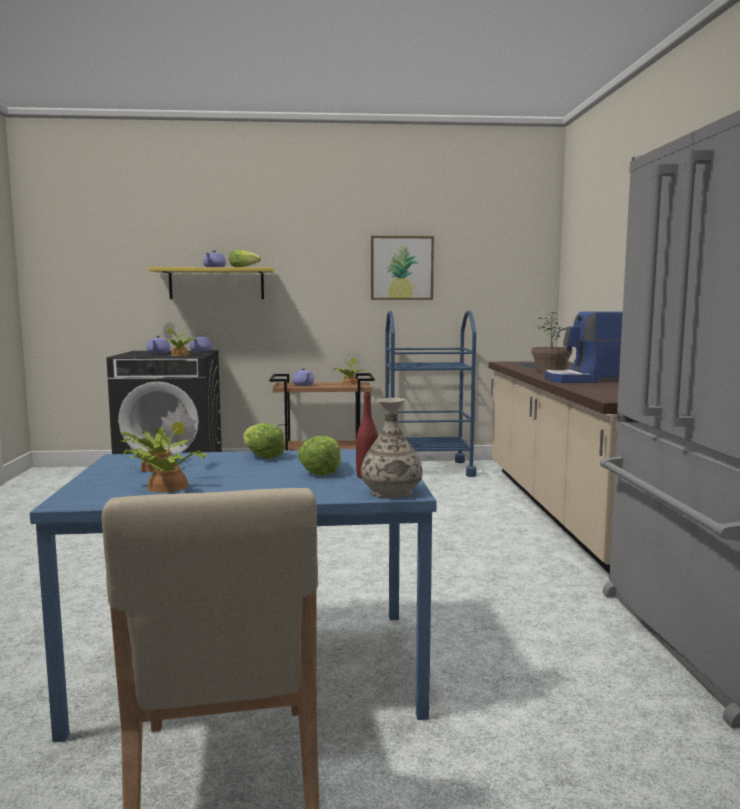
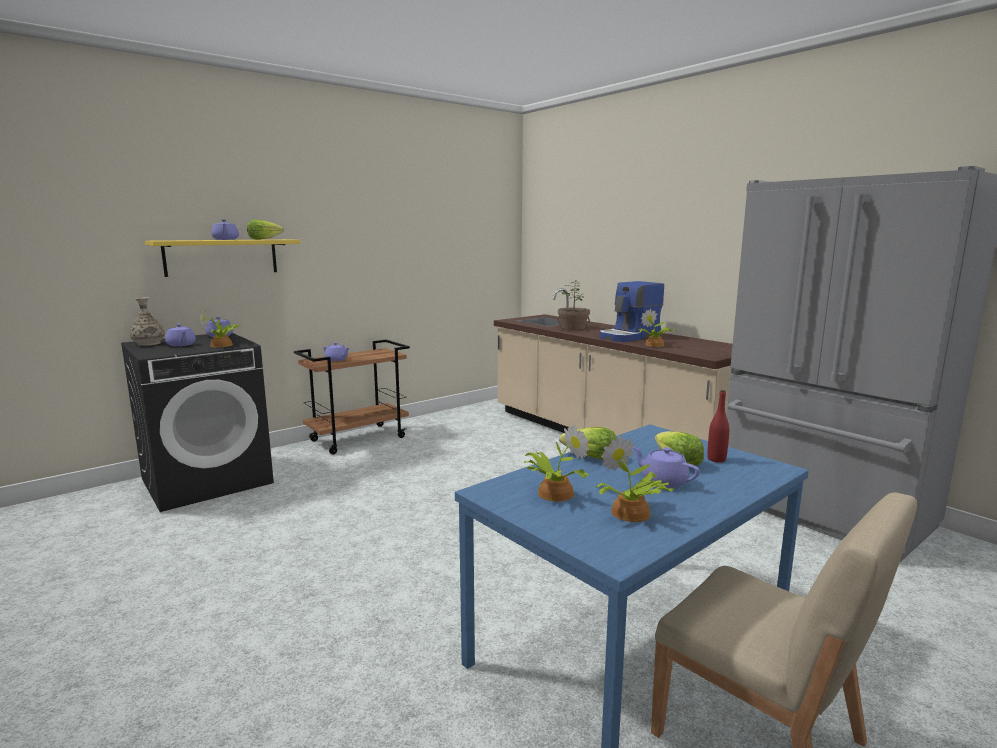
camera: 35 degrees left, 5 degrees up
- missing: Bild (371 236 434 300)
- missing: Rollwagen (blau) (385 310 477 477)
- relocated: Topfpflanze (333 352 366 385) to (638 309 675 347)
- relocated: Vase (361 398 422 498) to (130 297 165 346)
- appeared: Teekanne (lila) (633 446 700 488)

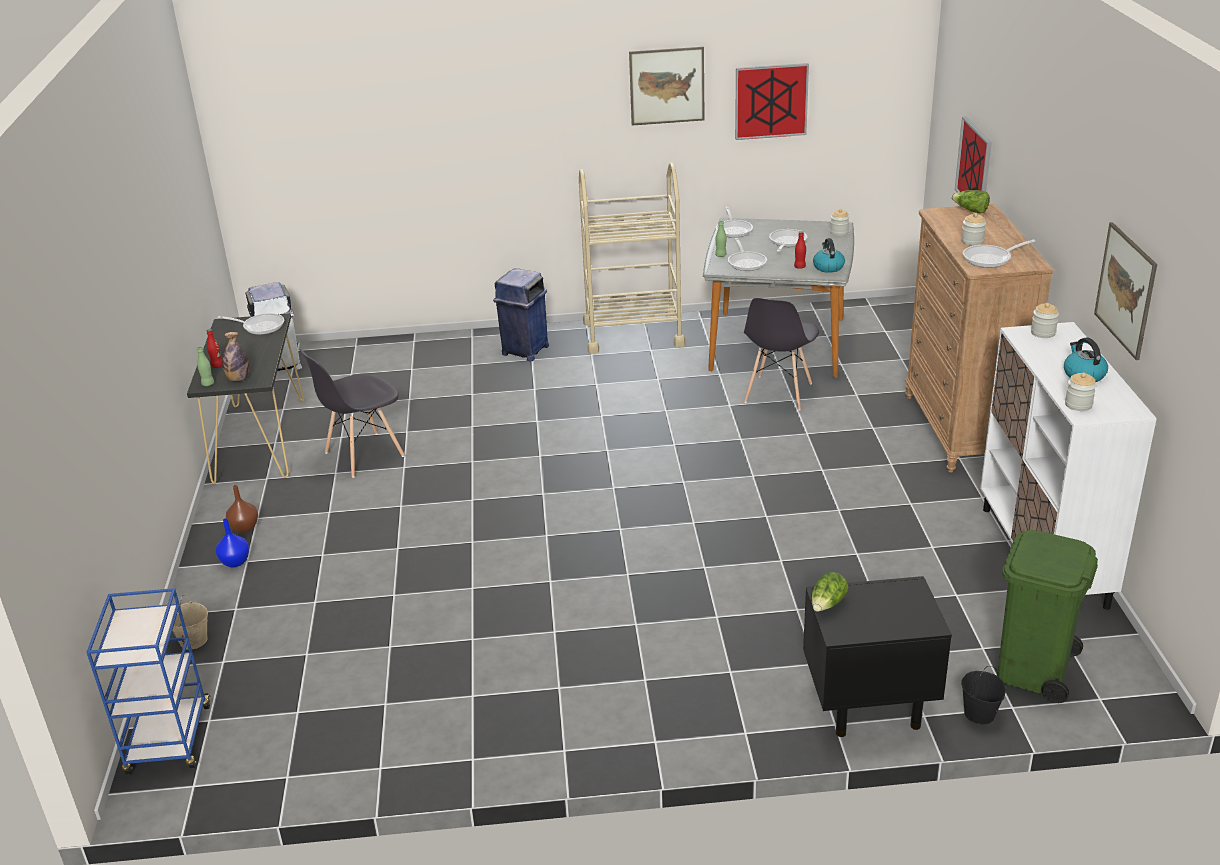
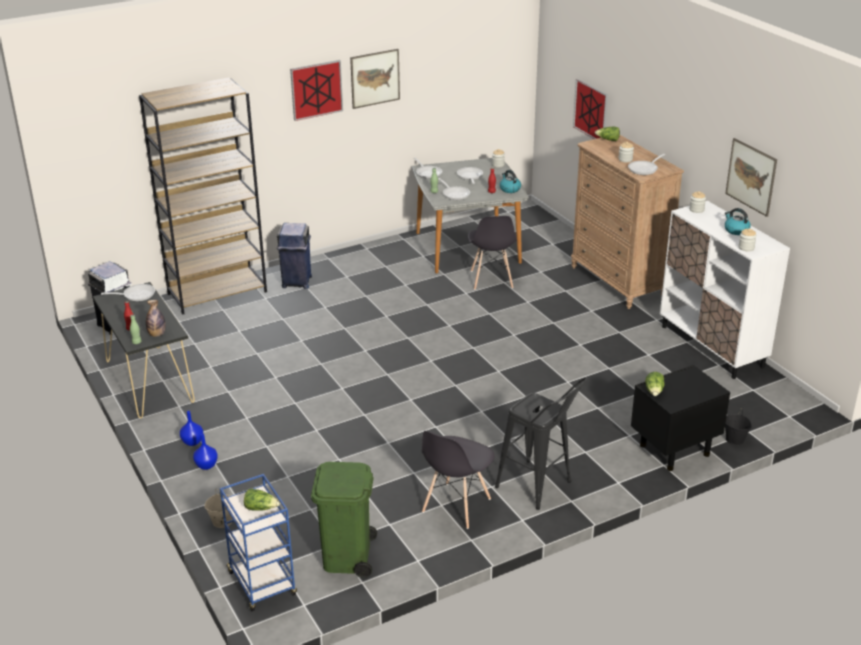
camera: 25 degrees left, 0 degrees up
- relocated: Bild (735 63 809 140) to (290 60 343 121)
- missing: Rollwagen (beige) (579 162 685 354)
- relocated: Stuhl (grau) (299 349 405 478) to (422 431 495 529)
- colour: Vase (braun) (226 485 258 533) to Vase (blau) (180 411 203 446)
- relocated: Mülleimer (grün) (997 530 1098 703) to (311 462 377 578)
- appeared: Bücherregal (braun) (139 78 267 315)
- appeared: Hocker (schwarz) (495 377 588 510)
- appeared: Salatkopf (244 488 280 511)

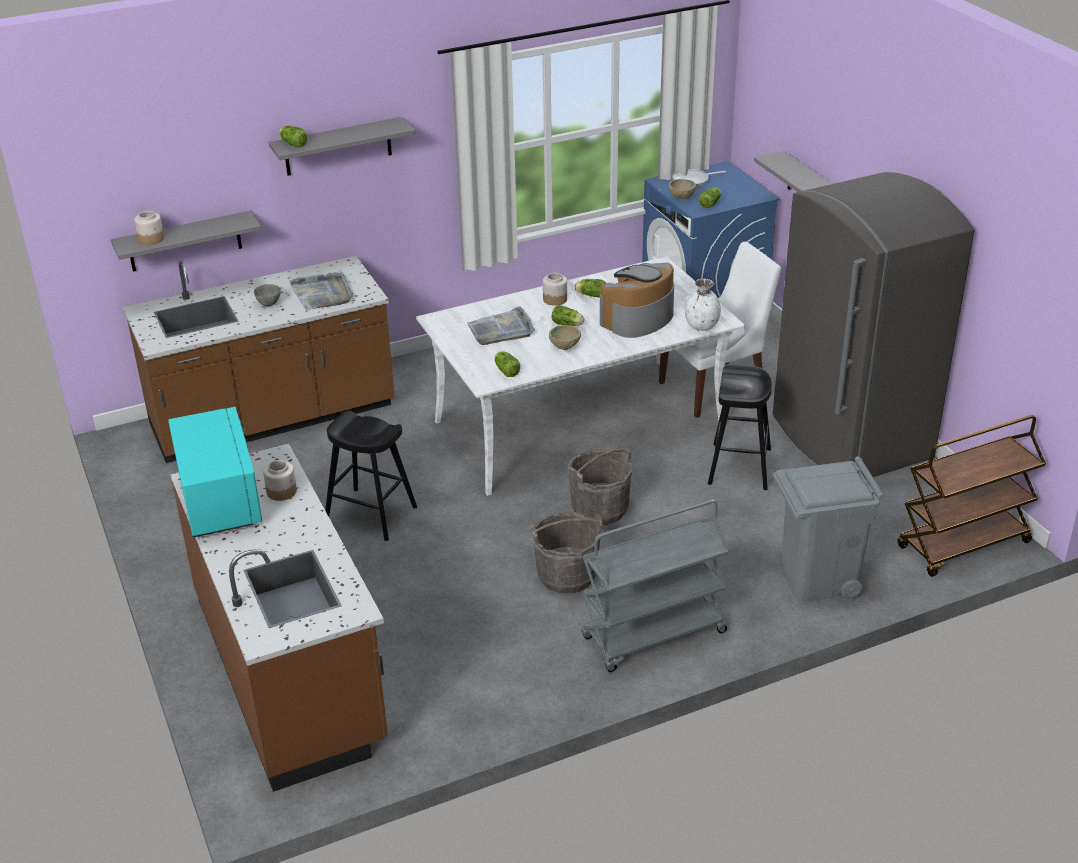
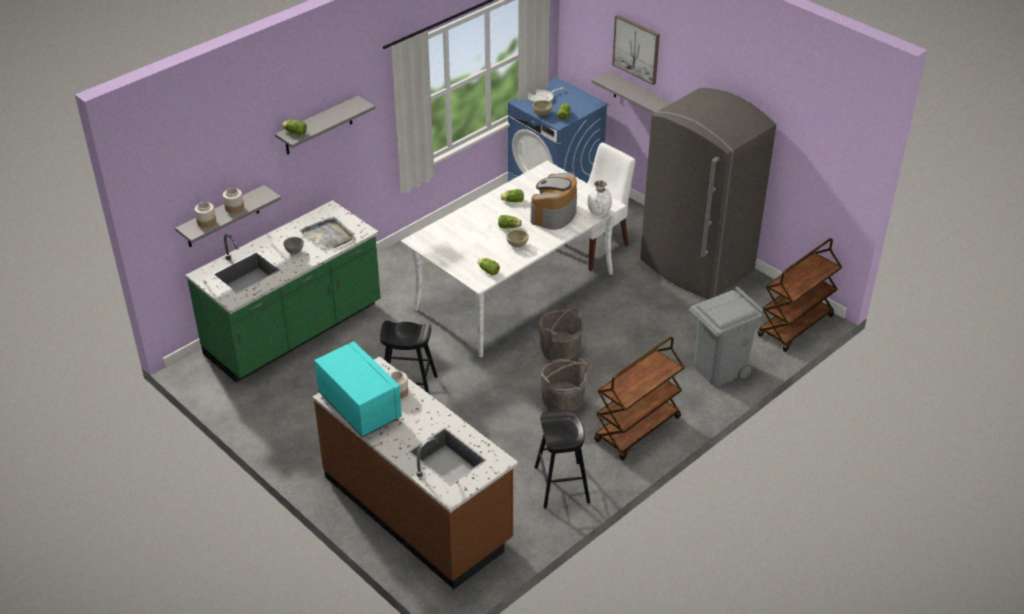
camera: 20 degrees left, 5 degrees up
- colour: Küchenzeile (braun) (123 256 395 463) to Küchenzeile (grün) (185 200 381 382)
- relocated: Vorratsglas (543 273 567 306) to (223 188 244 213)
- missing: Tablett (grau) (467 306 535 345)
- relocated: Hocker (schwarz) (708 364 772 490) to (534 410 590 509)
- colour: Rollwagen (grau) (581 499 729 672) to Rollwagen (braun) (594 337 685 460)
- appeared: Bild (612 15 660 85)

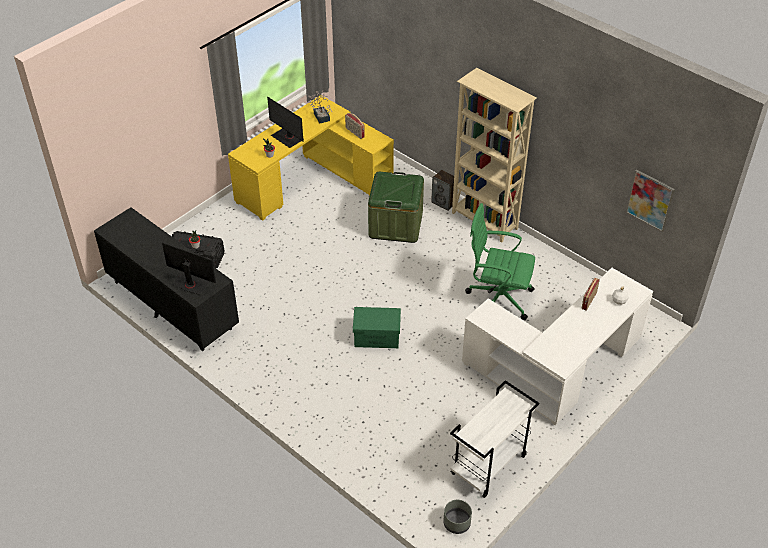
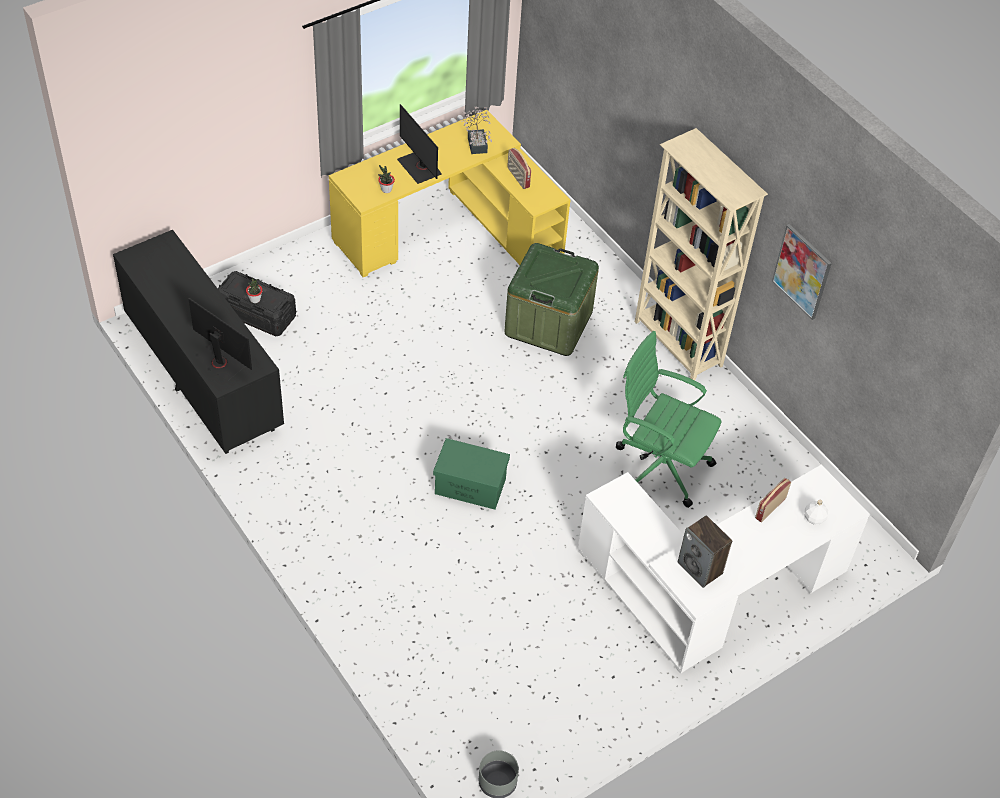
camera: 10 degrees right, 5 degrees up
- relocated: Bild (626 169 675 232) to (772 224 832 320)
- relocated: Lautsprecher (431 170 454 211) to (678 515 732 588)
- missing: Rollwagen (weiß) (450 380 539 498)

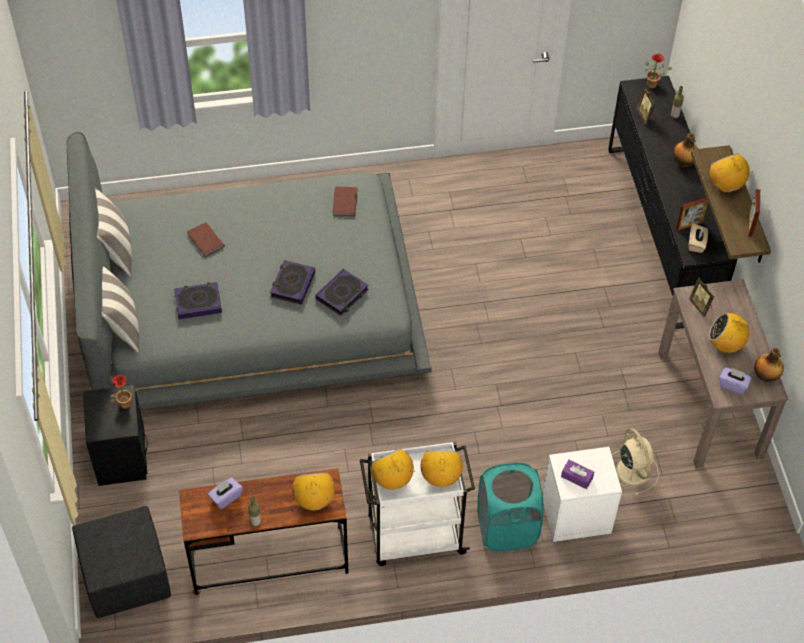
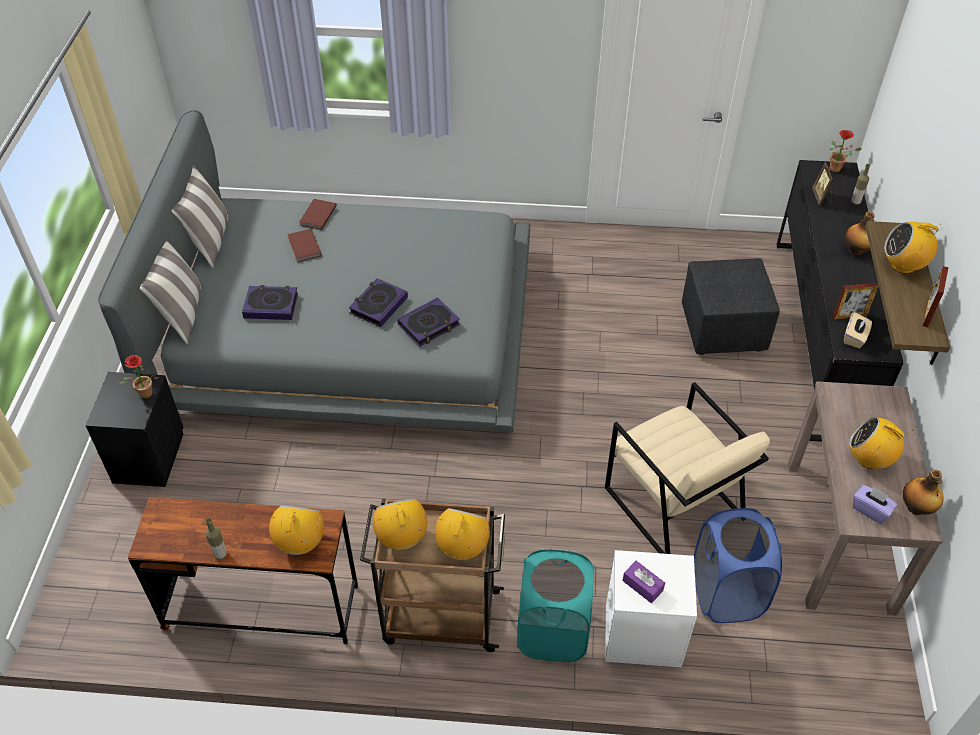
camera: 15 degrees right, 5 degrees down
- spun: Radio (710 153 753 193) = (884 222 941 274) 75 degrees counterclockwise
- relocated: Buch (braun) (332 186 357 216) to (299 199 337 230)
- missing: Bilderrahmen (689 277 714 317)
- exchanged: Ventilator (beige) (612 428 659 495) to Wäschekorb (blau) (694 508 782 623)
- colour: Rollwagen (weiß) (360 441 475 566) to Rollwagen (braun) (360 498 505 652)
- missing: Taschentuchbox (lila) (208 477 243 509)
- relocated: Polsterhocker (schwarz) (72 506 171 618) to (682 258 780 355)
- appeared: Sessel (beige) (605 382 770 554)

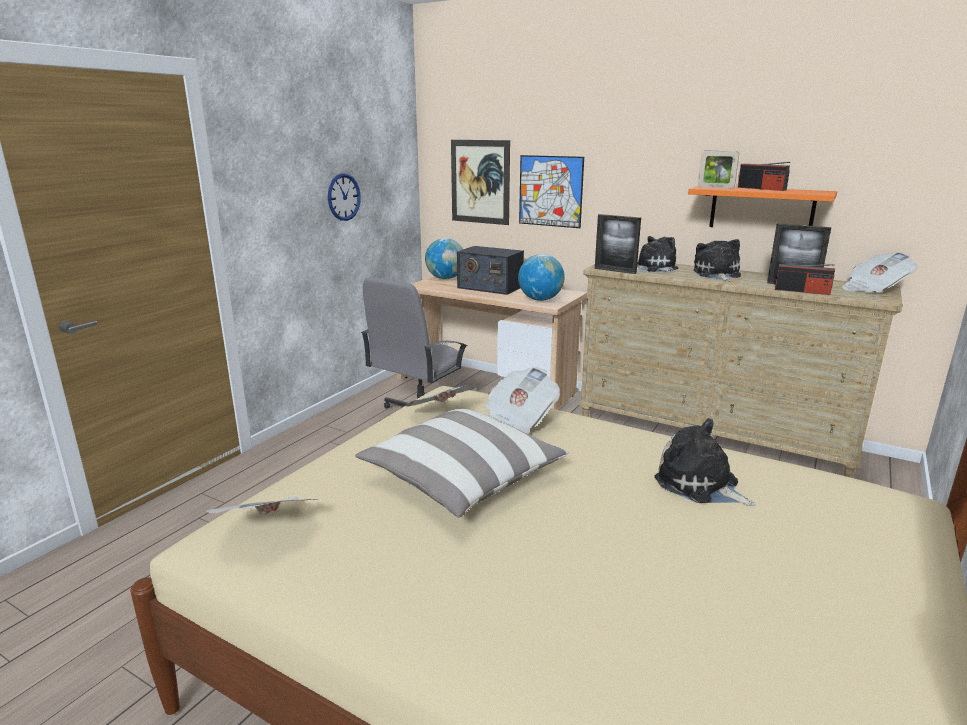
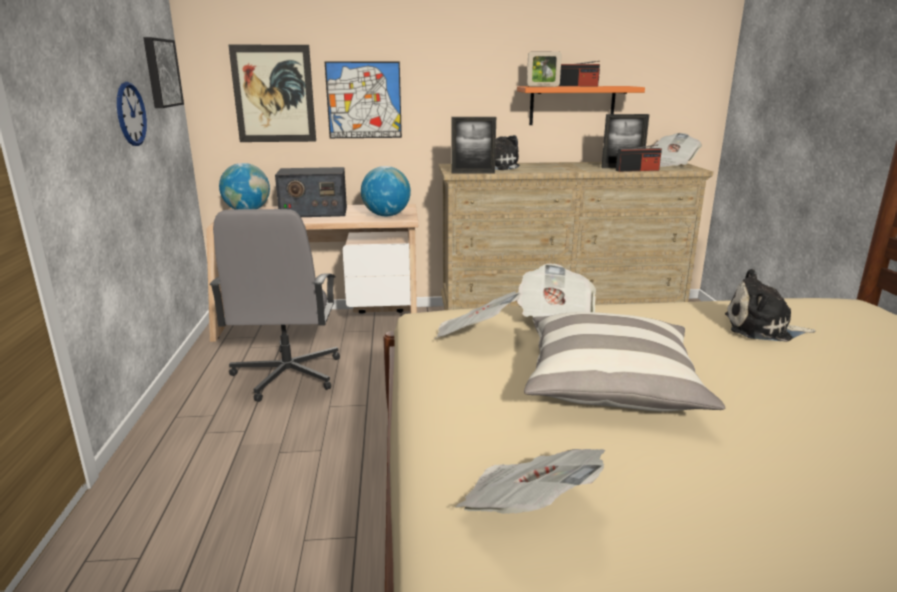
camera: 35 degrees left, 0 degrees up
- missing: Plüschtier (693 239 741 282)
- appeared: Bild (143 37 184 108)

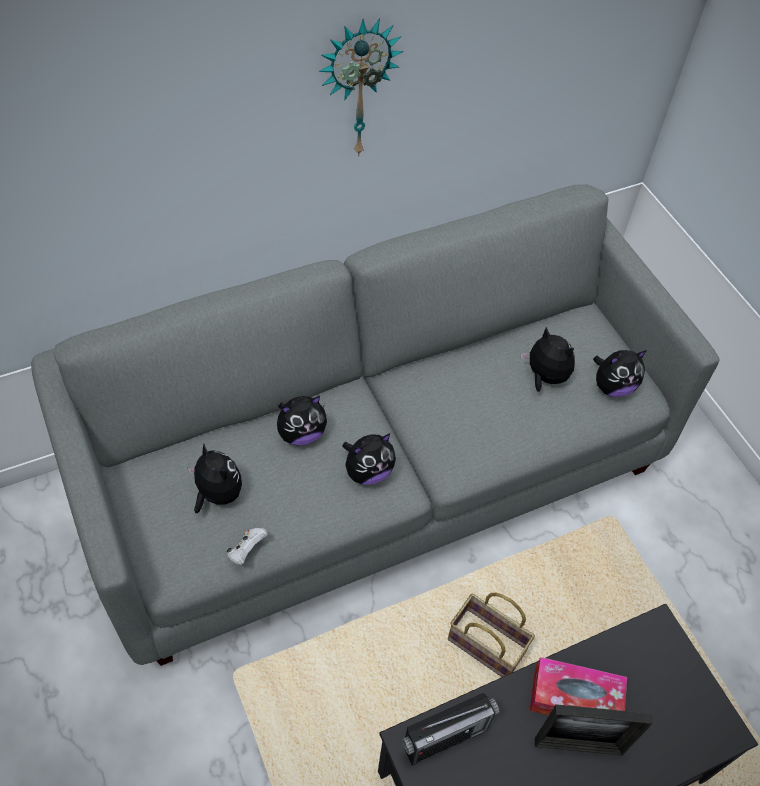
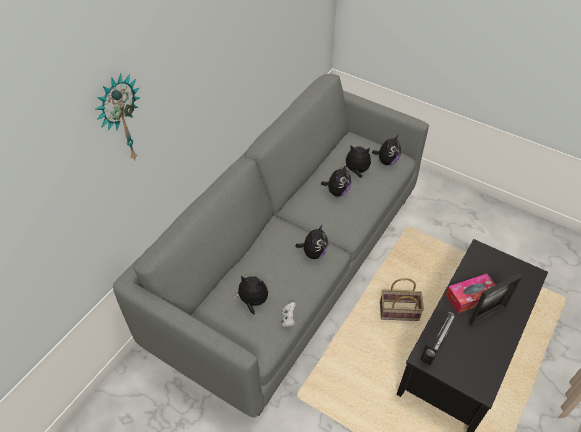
camera: 30 degrees left, 5 degrees down
- relocated: Wanduhr (318 18 403 157) to (96 74 141 161)
- relocated: Plüschtier (277 396 327 446) to (321 164 351 197)

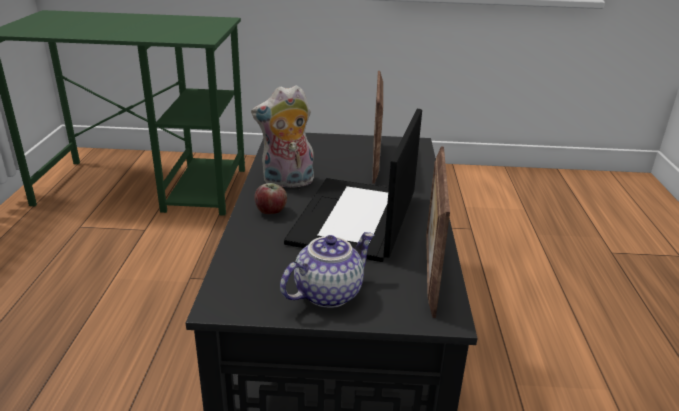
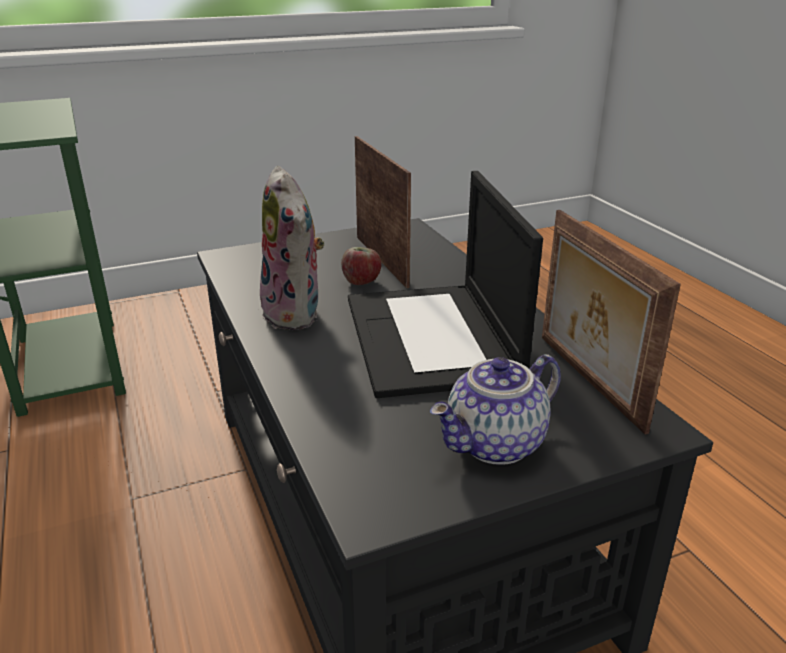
camera: 25 degrees left, 0 degrees up
- spun: Plüschtier (251 85 314 188) = (260 166 324 330) 75 degrees counterclockwise
- relocated: Apfel (254 183 287 214) to (341 247 381 285)
- spun: Teekanne (280 232 374 308) = (430 354 561 465) 150 degrees counterclockwise

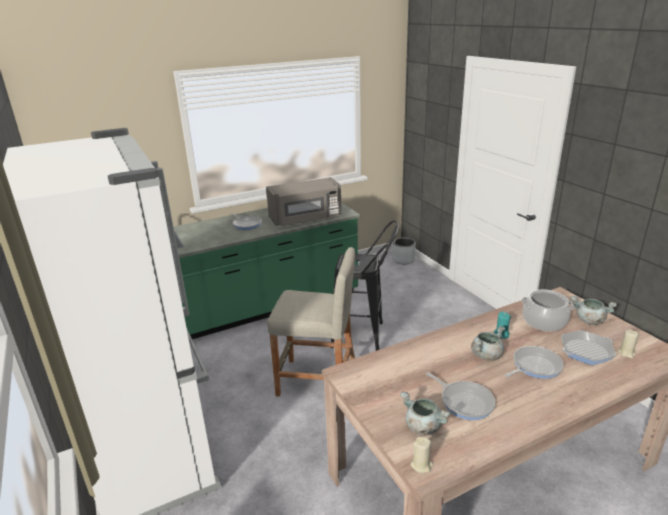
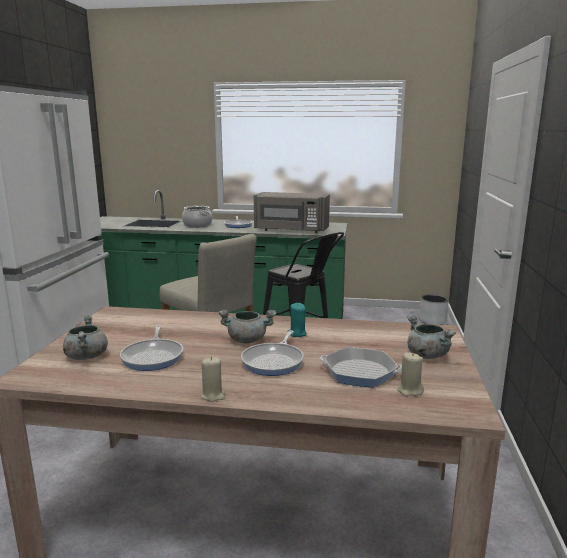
camera: 35 degrees right, 10 degrees down
- relocated: Kochtopf (522 290 575 332) to (182 206 212 228)
- spun: Pfanne (505 346 564 379) = (241 330 304 376) 105 degrees clockwise
- relocated: Kerze (beige) (410 437 433 473) to (201 357 225 402)

